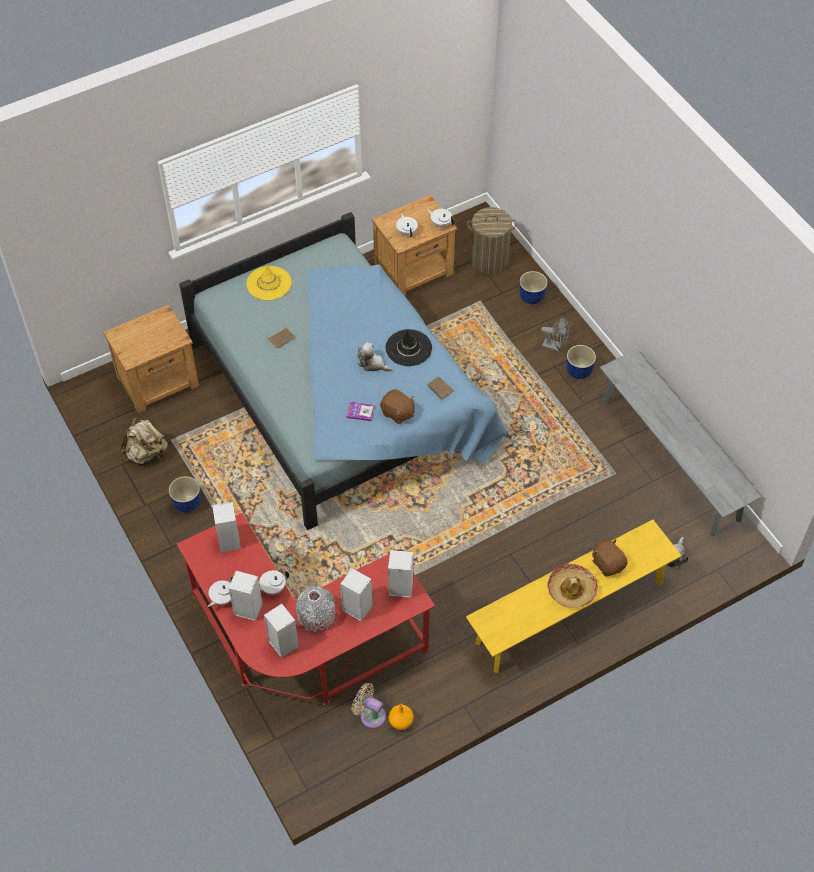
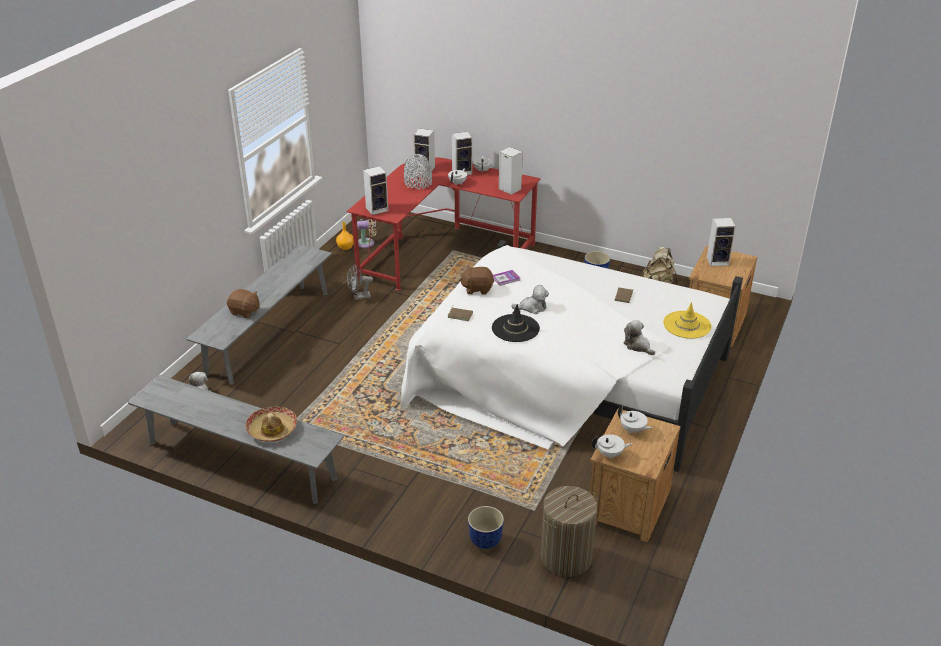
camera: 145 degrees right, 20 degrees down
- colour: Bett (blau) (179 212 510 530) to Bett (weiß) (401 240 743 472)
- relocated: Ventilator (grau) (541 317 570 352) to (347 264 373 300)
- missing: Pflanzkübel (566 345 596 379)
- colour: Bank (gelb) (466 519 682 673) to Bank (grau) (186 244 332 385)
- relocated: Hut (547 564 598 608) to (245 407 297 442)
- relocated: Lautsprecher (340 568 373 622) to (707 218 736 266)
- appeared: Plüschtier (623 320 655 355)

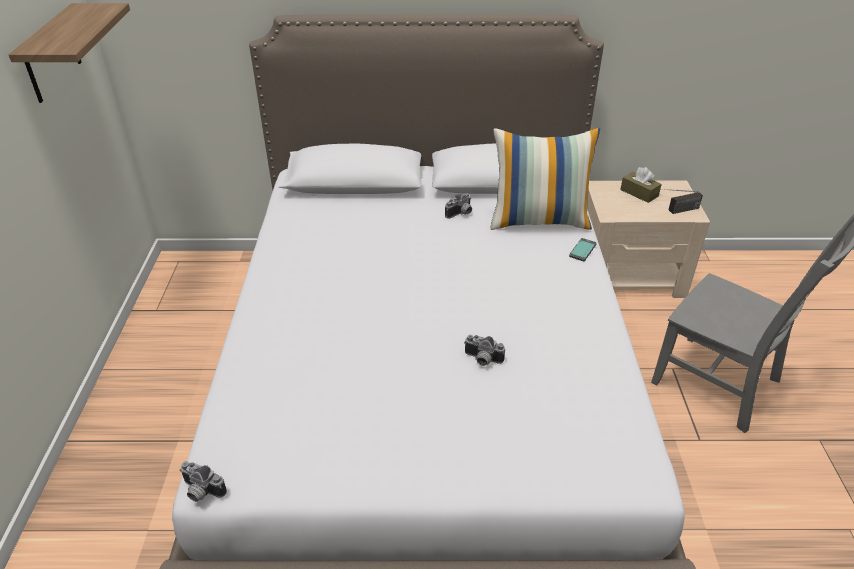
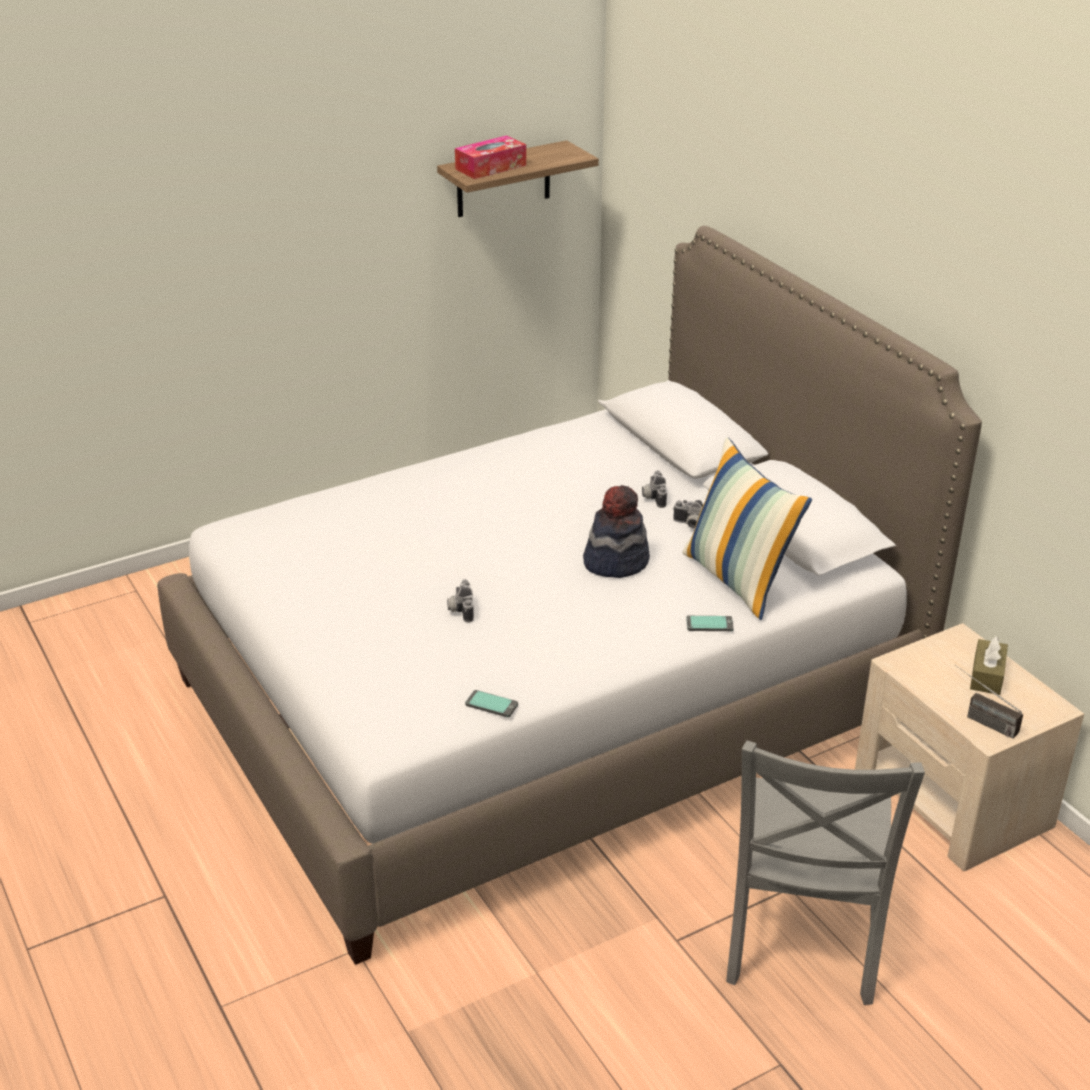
camera: 60 degrees right, 5 degrees down
- relocated: Kamera (180 461 227 502) to (642 471 667 508)
- appeared: Taschentuchbox (455 135 526 179)
- appeared: Hut (583 485 650 578)
- appeared: Handy (465 690 518 718)

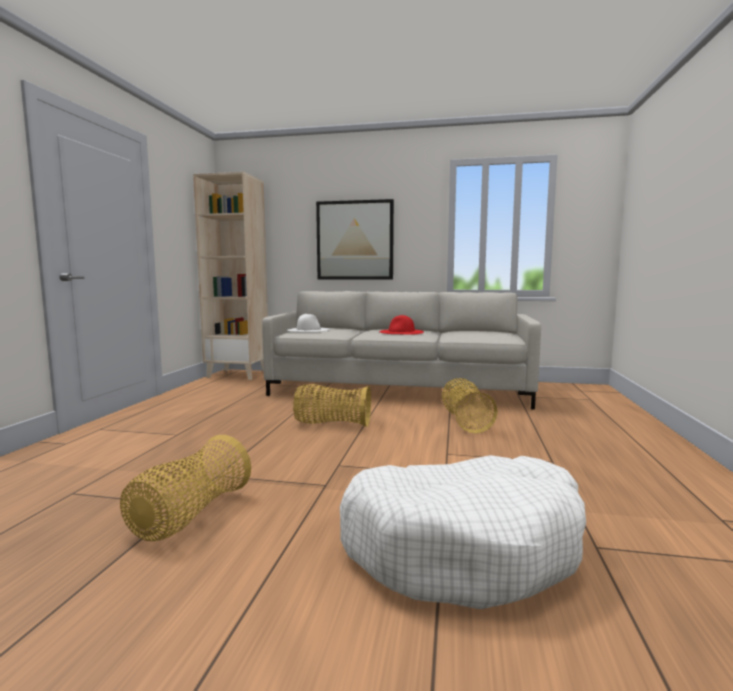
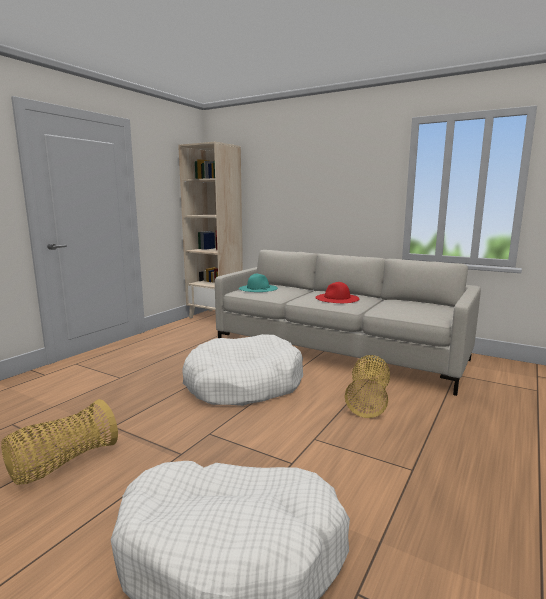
camera: 20 degrees right, 5 degrees up
- missing: Bild (316 199 394 280)
- colour: Hut (weiß) (287 314 330 332) to Hut (türkis) (239 274 278 292)
- exchanged: Korb (293 384 371 427) to Hundebett (weiß) (183 334 303 406)

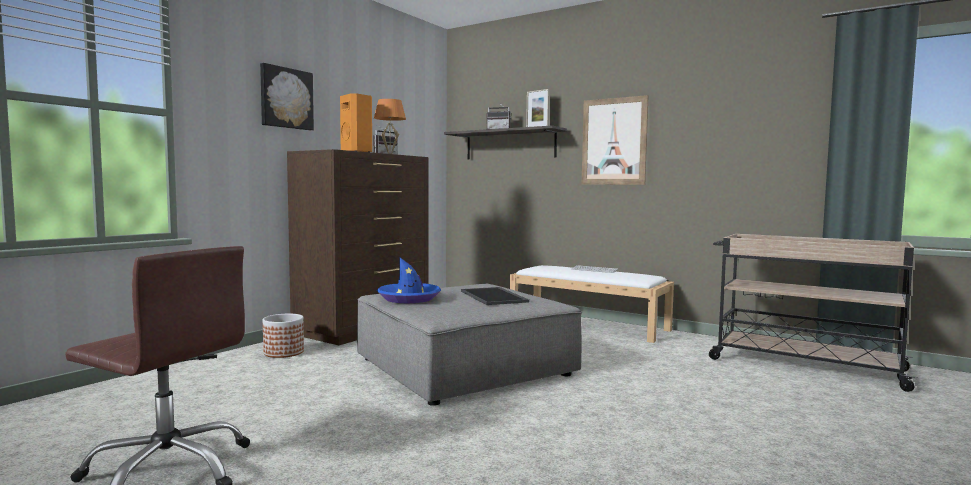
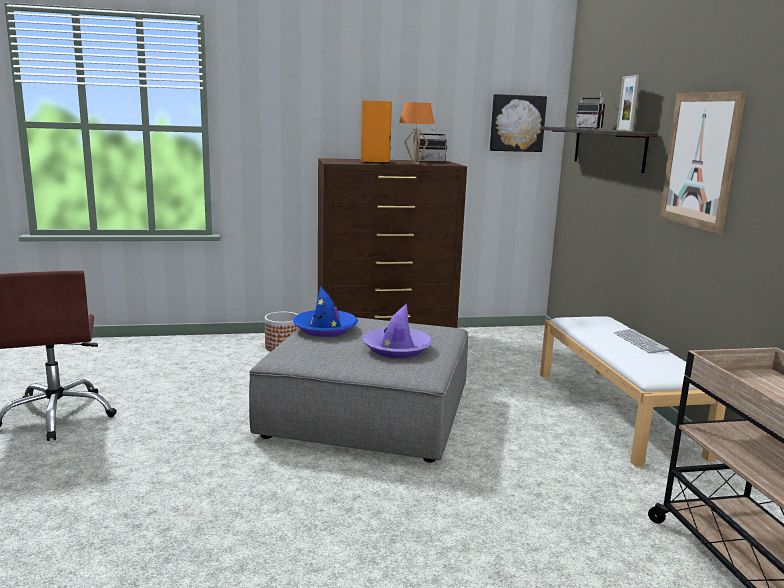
camera: 45 degrees right, 10 degrees up
- relocated: Bild (260 63 314 130) to (490 94 547 152)
- exchanged: Tablett (461 287 529 305) to Hut (lila) (362 303 433 358)

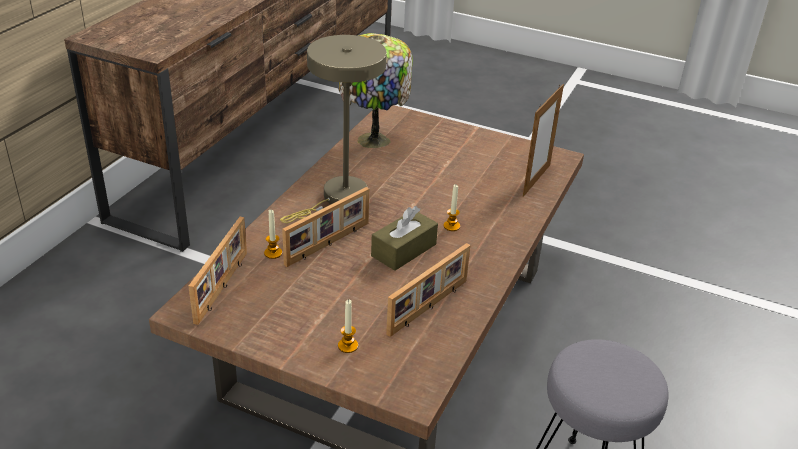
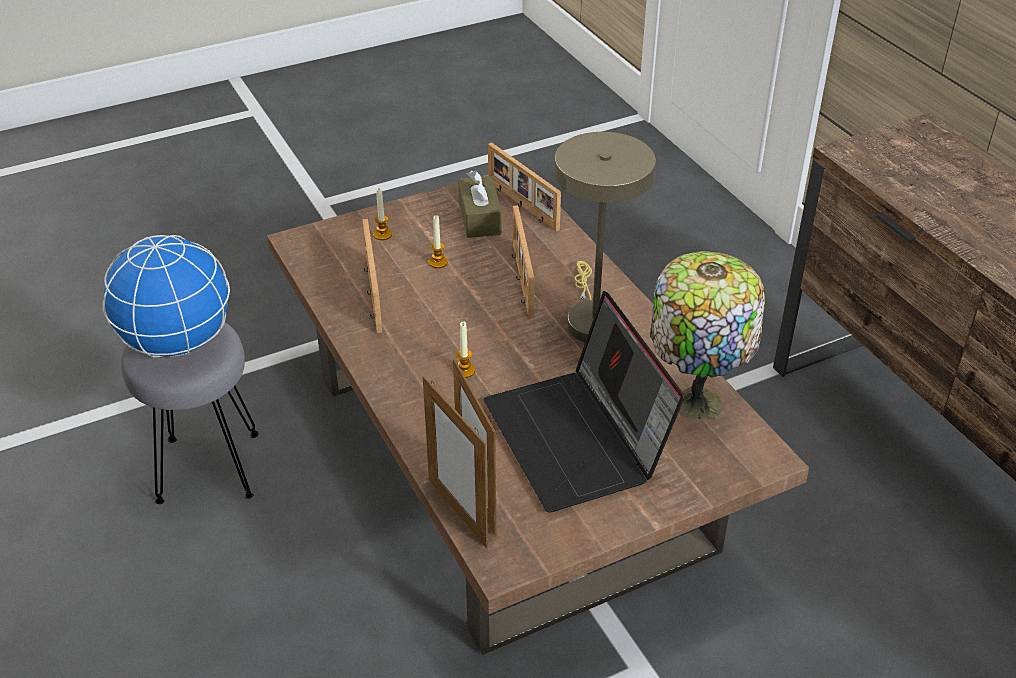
camera: 130 degrees right, 5 degrees up
- relocated: Taschentuchbox (braun) (371 206 438 271) to (458 170 502 238)
- relocated: Kerze (264 210 282 259) to (429 215 448 268)
- appeared: Globus (103 235 230 357)
- appeared: Laptop (483 291 685 512)
- appeared: Bilderrahmen (423 376 488 548)

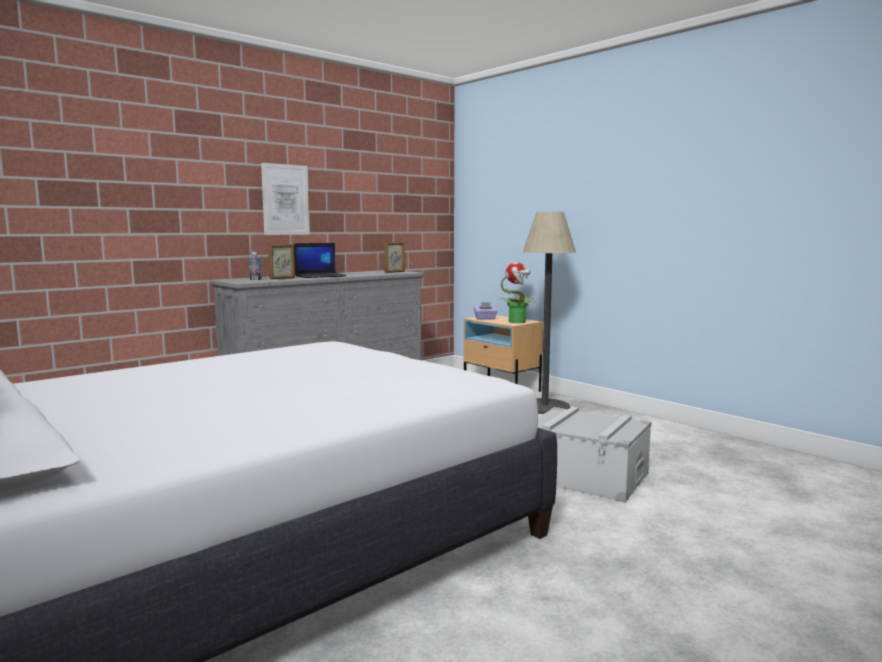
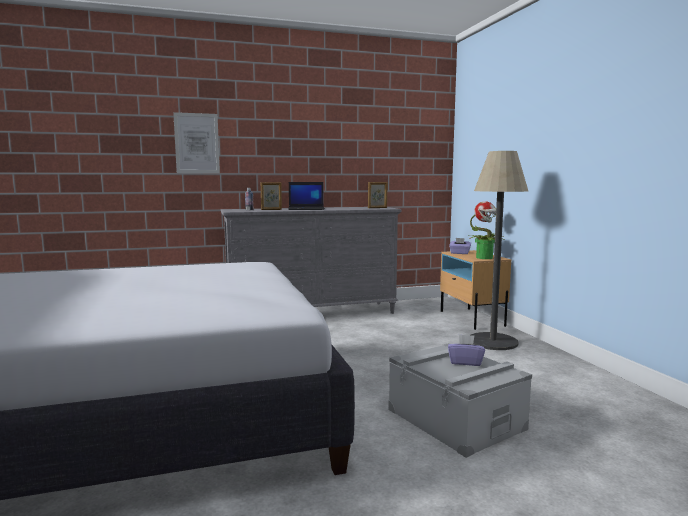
camera: 25 degrees right, 0 degrees up
- relocated: Bild (261 163 309 235) to (173 112 220 173)
- appeared: Taschentuchbox (lila) (448 334 485 366)

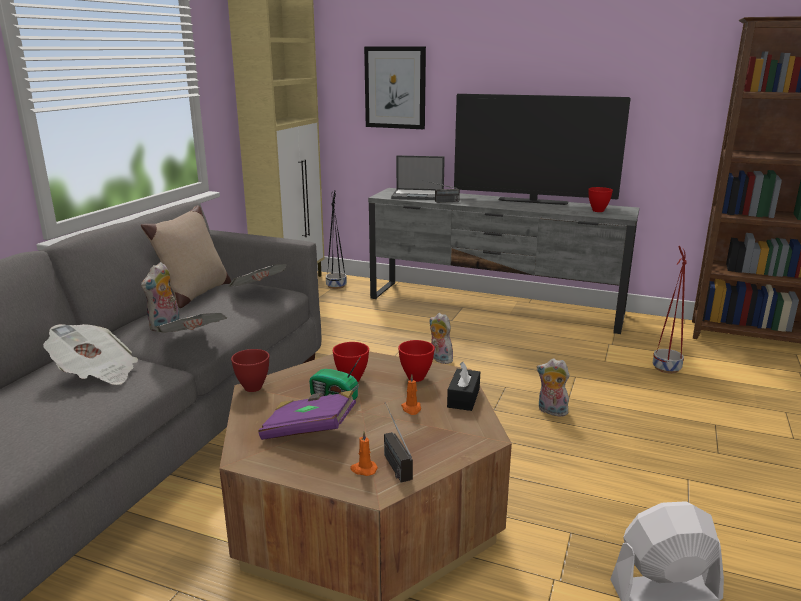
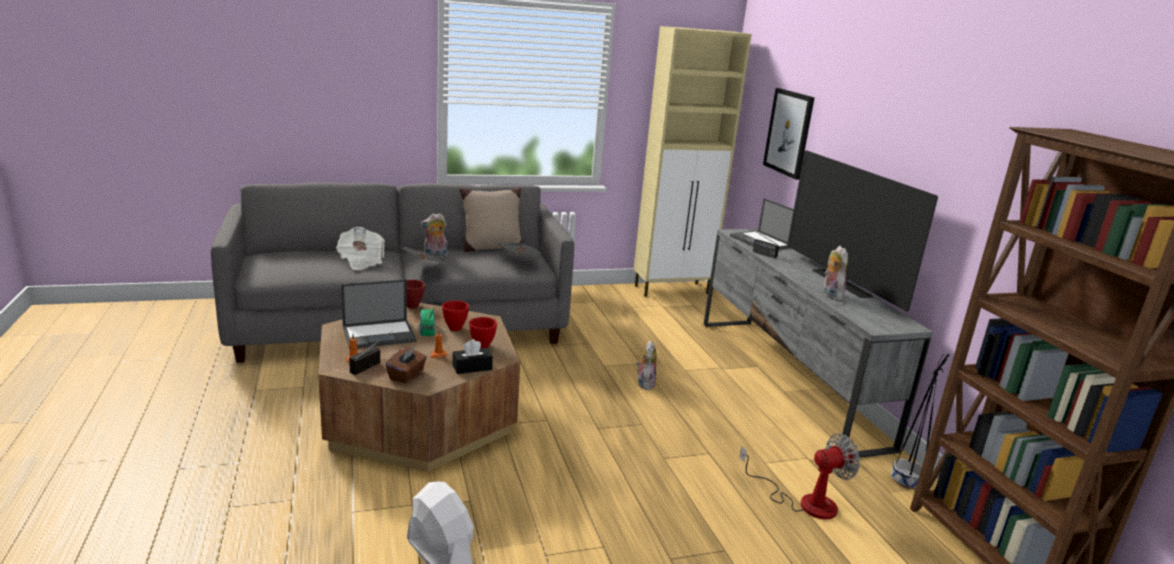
camera: 50 degrees right, 0 degrees up
- missing: Schüssel (rot) (588 187 613 212)
- relocated: Pflanzkübel (schwarz) (326 190 347 289) to (891 354 949 489)
- exchanged: Pflanzkübel (rot) (653 246 687 374) to Ventilator (740 433 860 519)
- relocated: Plüschtier (537 359 570 417) to (823 246 848 300)
- exchanged: Buch (lila) (258 390 356 440) to Laptop (341 279 417 349)
- appeared: Taschentuchbox (braun) (386 347 427 383)

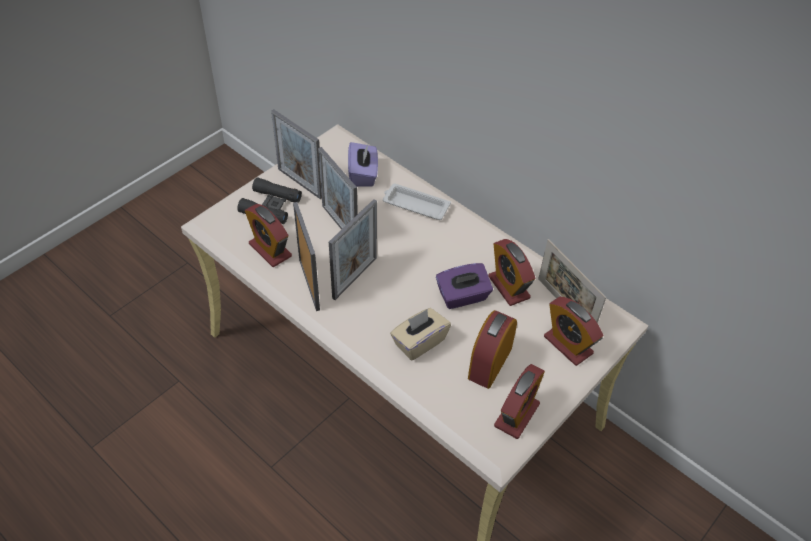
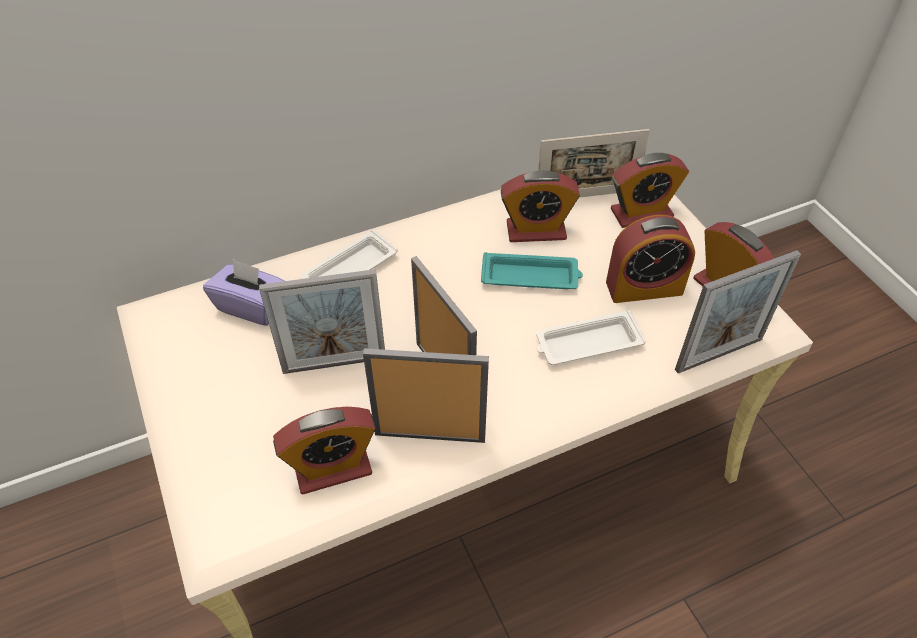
camera: 65 degrees left, 0 degrees up
- relocated: Bilderrahmen (271 109 322 199) to (675 250 801 373)
- missing: Fernglas (schwarz) (237 177 302 224)
- exchanged: Taschentuchbox (lila) (436 263 493 309) to Tablett (türkis) (481 252 583 289)
- exchanged: Taschentuchbox (beige) (390 308 451 361) to Tablett (weiß) (536 310 646 365)
- spun: Wecker (468 310 517 389) = (606 215 695 303) 60 degrees counterclockwise

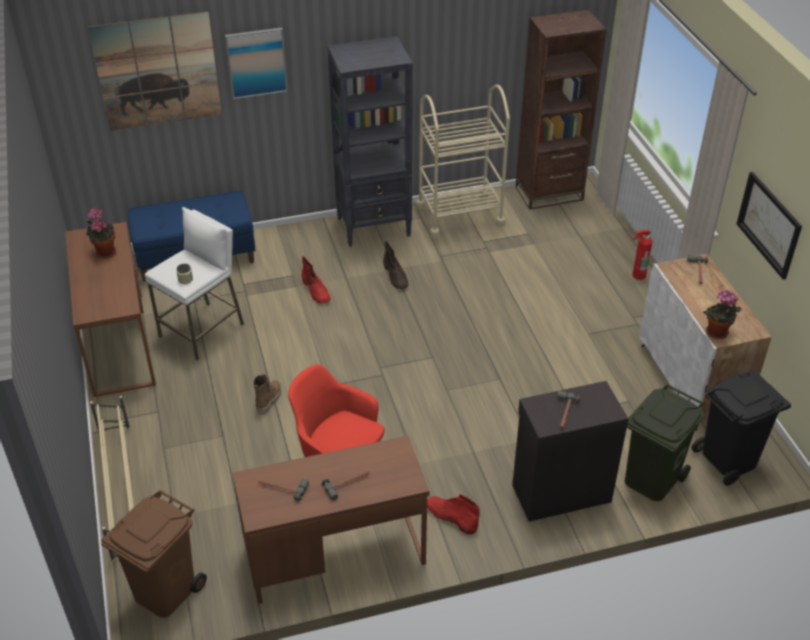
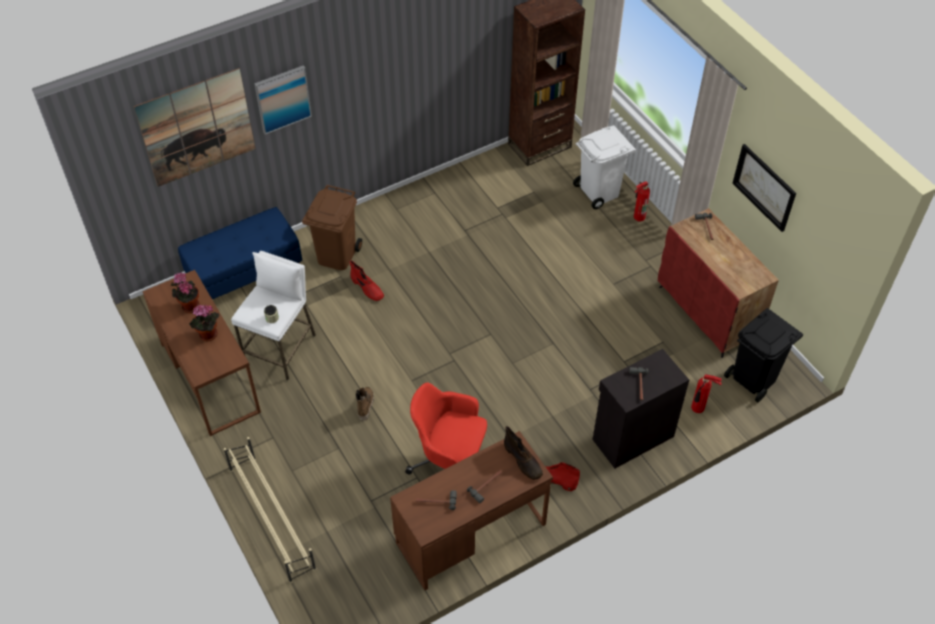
camera: 15 degrees left, 10 degrees up
- missing: Bücherregal (schwarz) (327 36 413 247)
- missing: Rollwagen (beige) (416 85 510 239)
- relocated: Stiefel (braun) (383 241 409 289) to (504 426 543 480)
- colour: Schrank (weiß) (639 254 771 431) to Schrank (rot) (658 208 779 358)
- relocated: Topfpflanze (703 290 741 339) to (189 304 219 341)
- exchanged: Mülleimer (grün) (625 384 704 501) to Feuerlöscher (691 374 722 413)
- relocated: Mülleimer (braun) (101 490 207 618) to (302 185 362 270)
- appeared: Mülleimer (weiß) (573 125 636 209)

